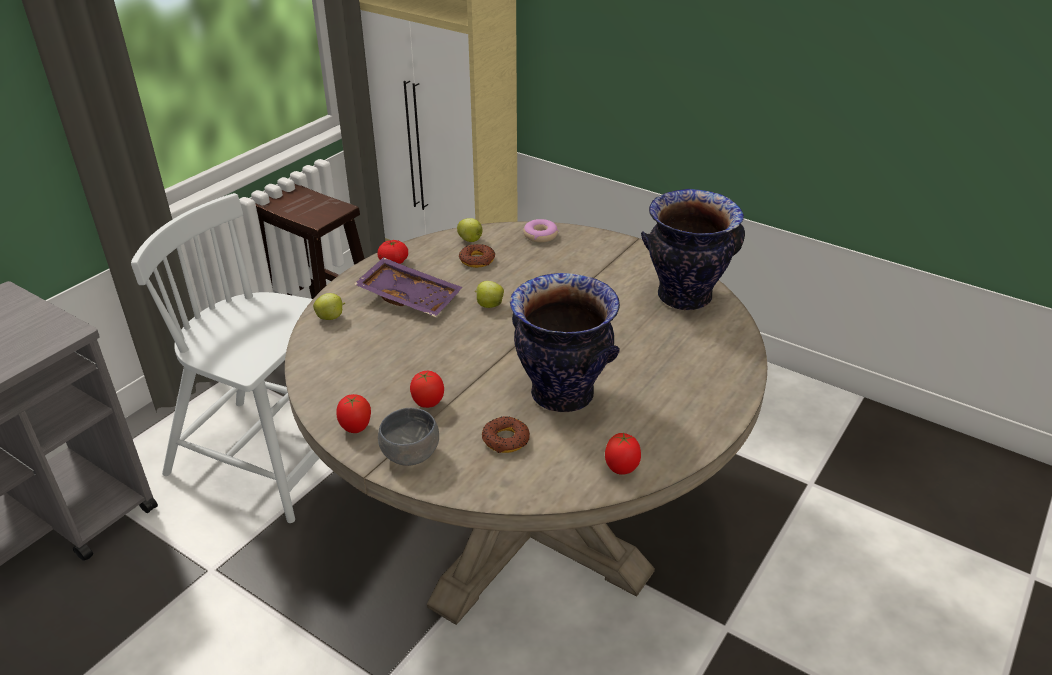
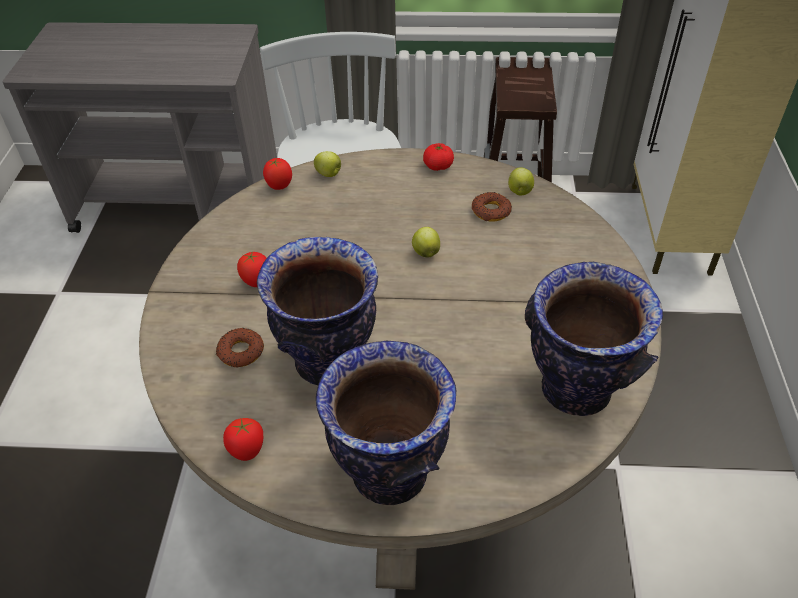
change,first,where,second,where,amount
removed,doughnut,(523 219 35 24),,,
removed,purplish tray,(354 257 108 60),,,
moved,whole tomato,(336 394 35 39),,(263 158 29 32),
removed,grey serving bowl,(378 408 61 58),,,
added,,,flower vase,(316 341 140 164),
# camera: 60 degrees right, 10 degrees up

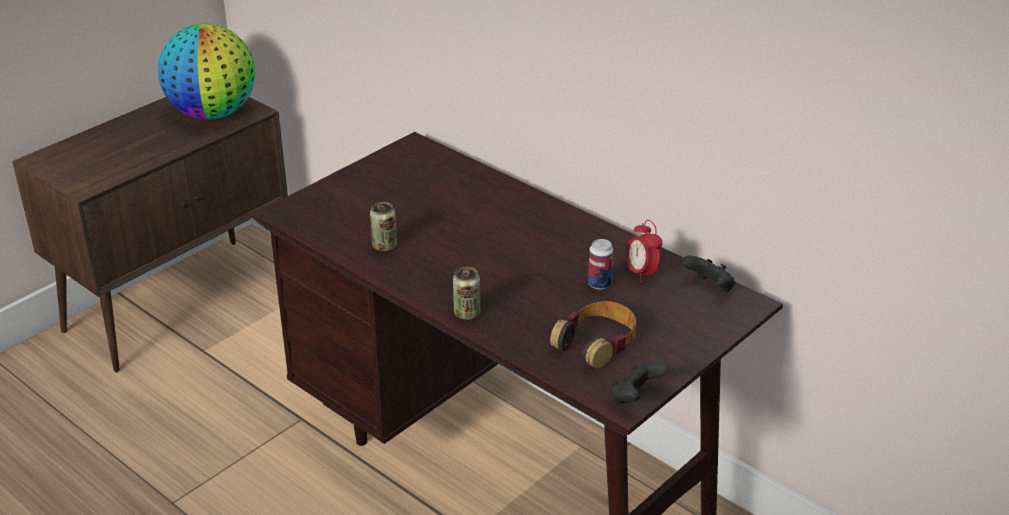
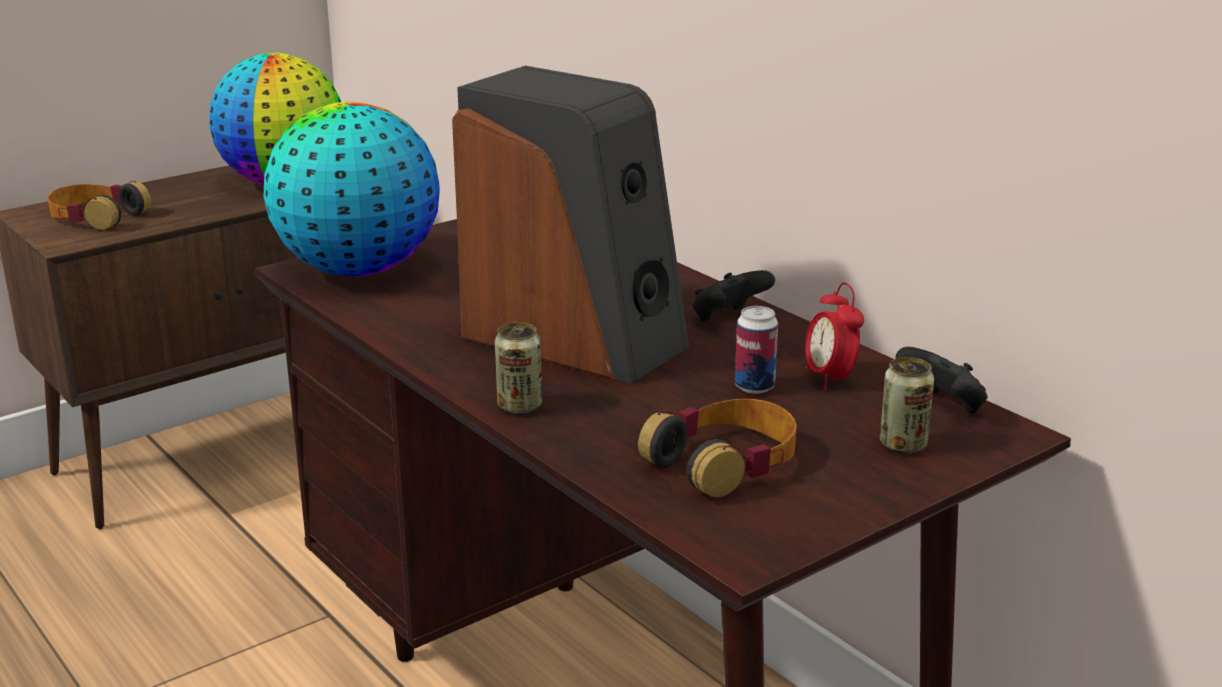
change,first,where,second,where,amount
moved,can,(370 202 27 49),,(880 357 54 97),
moved,black game controller,(611 362 58 42),,(693 270 82 52),
added,,,loudspeaker,(452 66 237 318),
added,,,world globe,(264 102 176 174),
added,,,pair of headphones,(47 181 104 50),
# camera: 10 degrees right, 10 degrees down

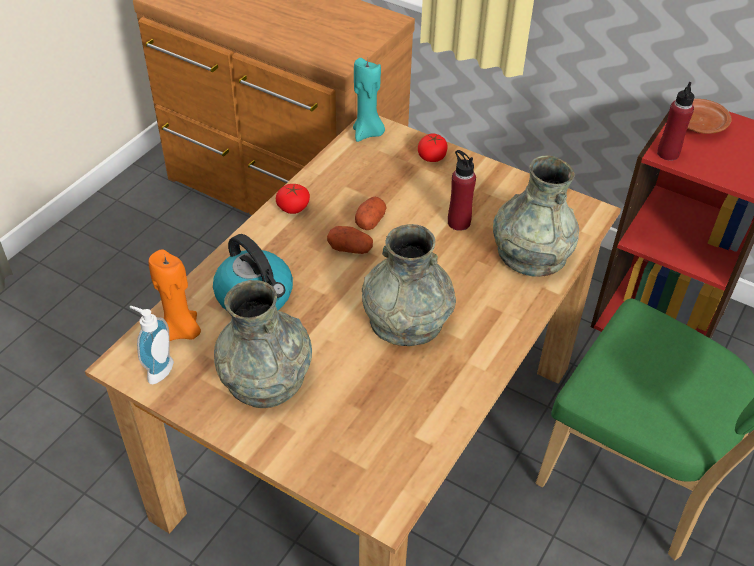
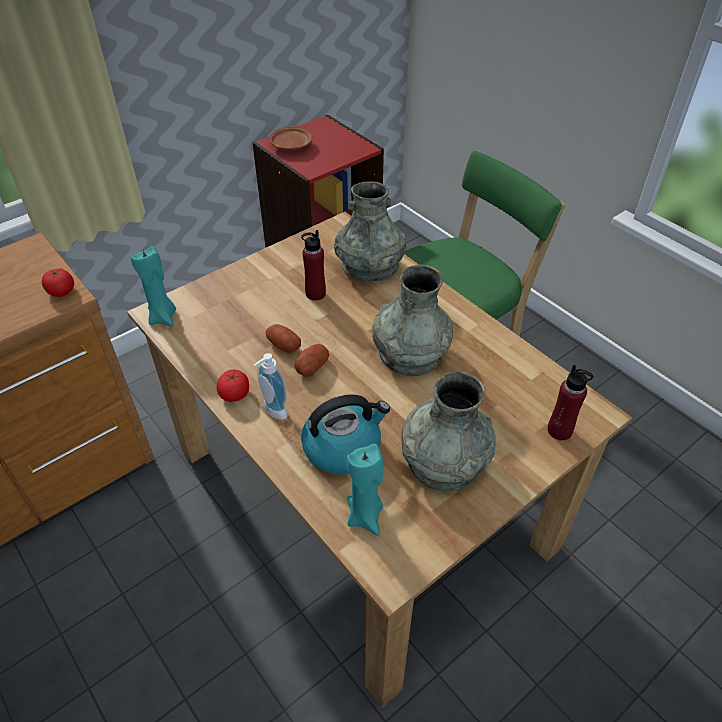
change,first,where,second,where,amount
moved,red-coloured beverage bottle,(657 82 37 79),,(548 365 45 75),
moved,whole tomato,(418 133 30 29),,(42 268 32 29),
recoloured,orange-coloured wax light,(148 249 53 92),blue-green wax light,(347 444 36 92),
moved,soap bottle,(130 306 44 78),,(254 353 33 67),
# camera: 70 degrees left, 0 degrees up

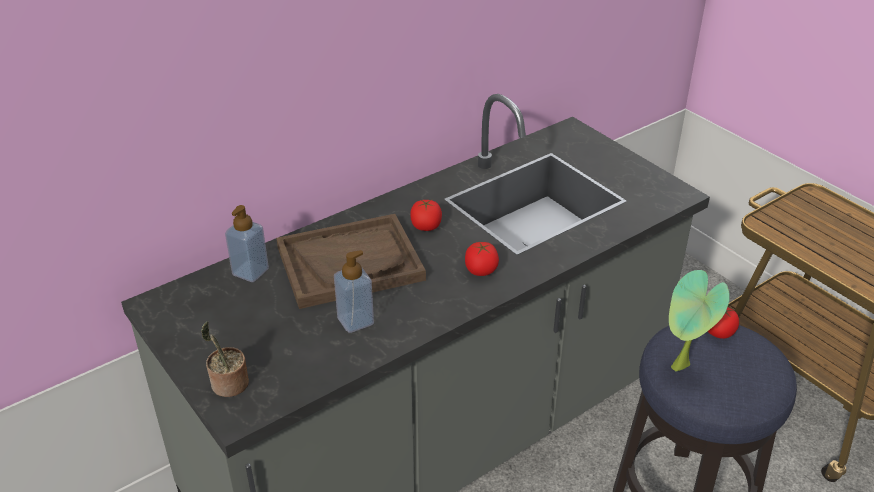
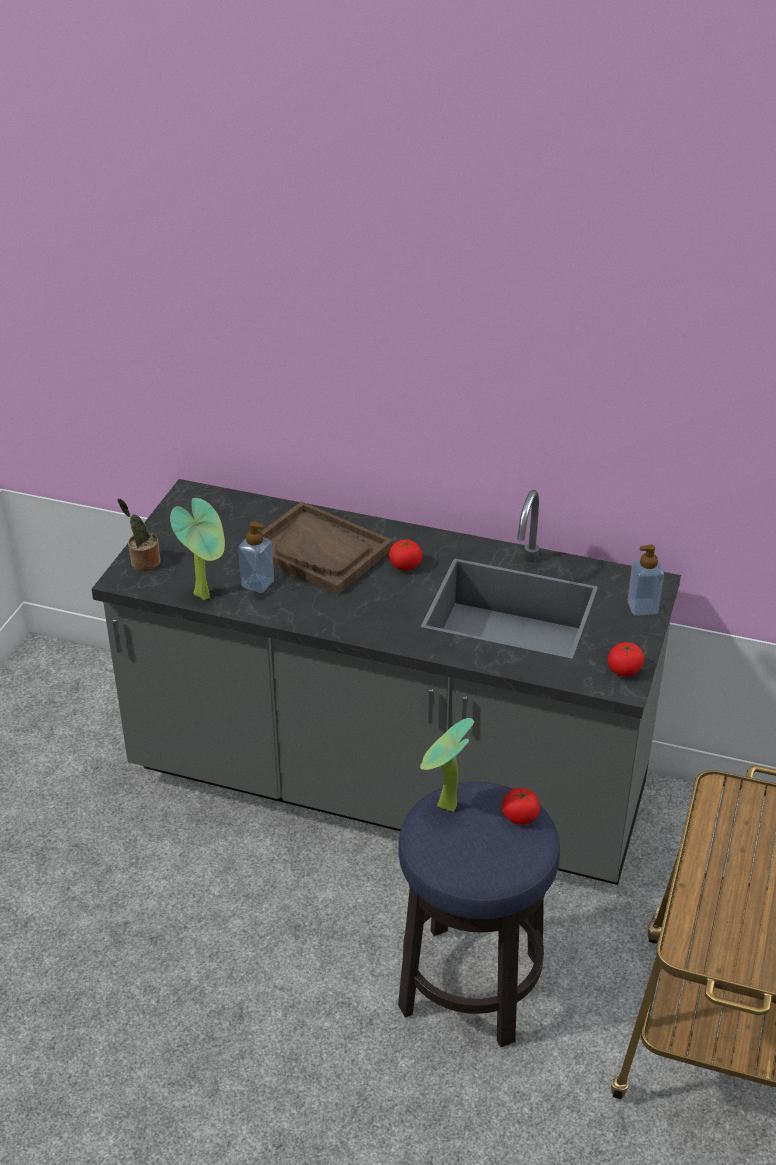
change,first,where,second,where,amount
moved,soap bottle,(225 205 44 77),,(627 545 37 71),
moved,whole tomato,(465 242 34 34),,(607 642 37 34),
added,,,potted plant,(170 498 55 102),
# camera: 55 degrees right, 0 degrees up

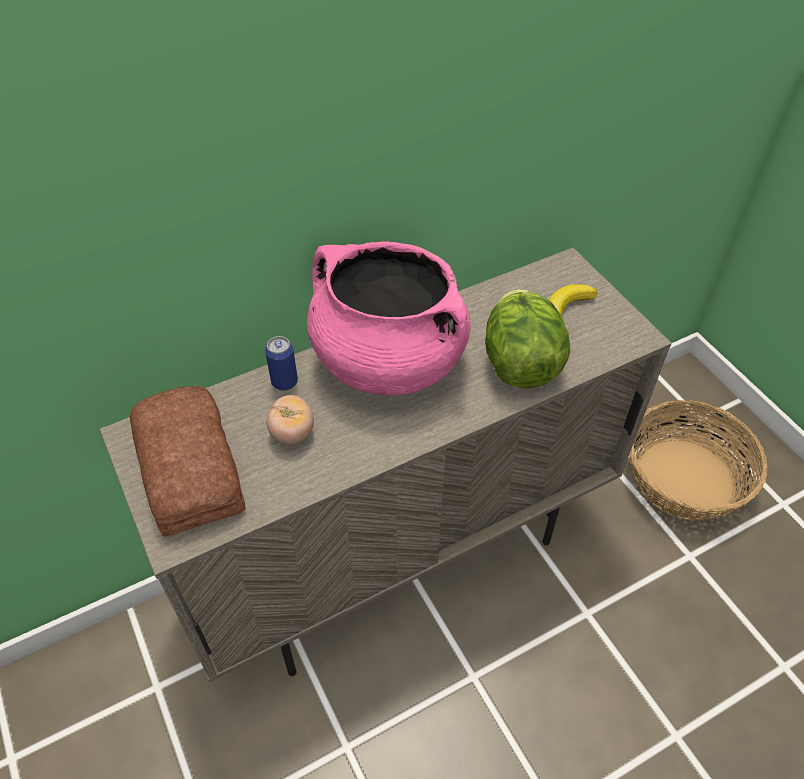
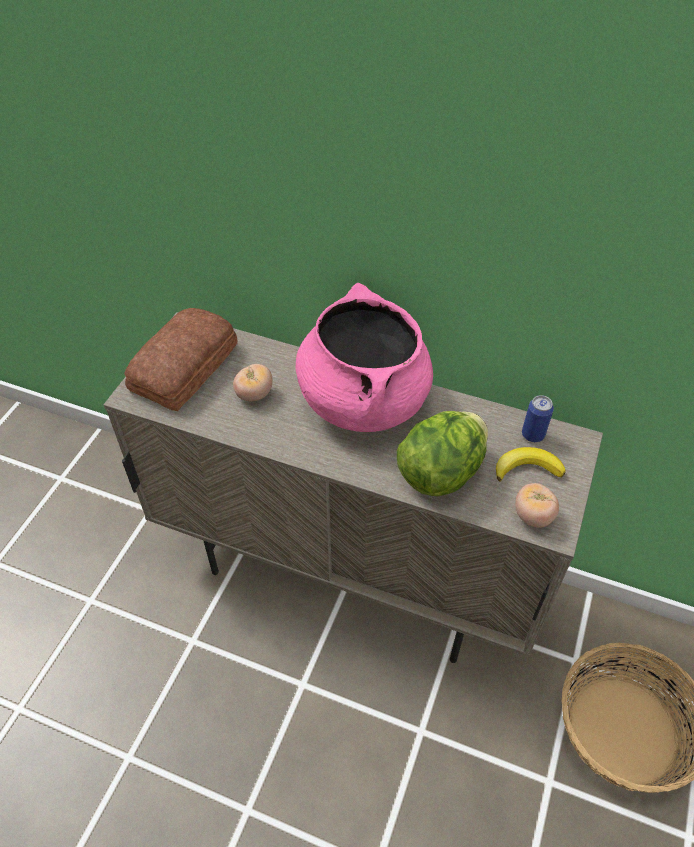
change,first,where,second,where,amount
moved,can,(265 336 33 55),,(522 395 32 47),
added,,,whole tomato,(515 483 44 45),
# camera: 50 degrees right, 0 degrees up

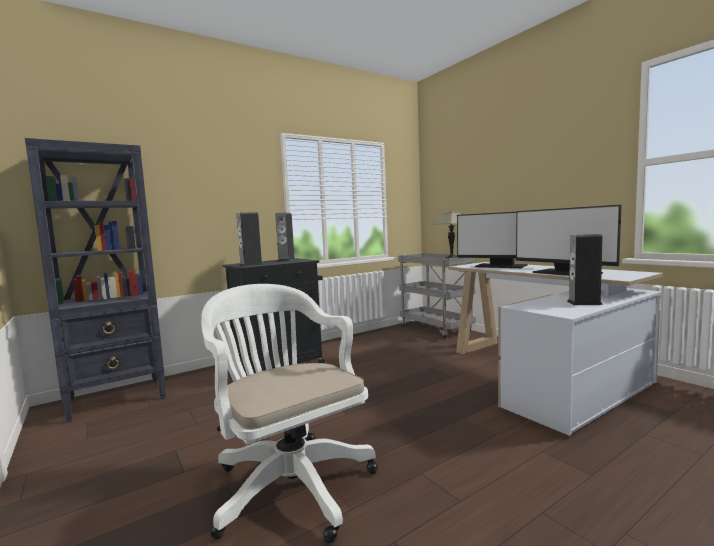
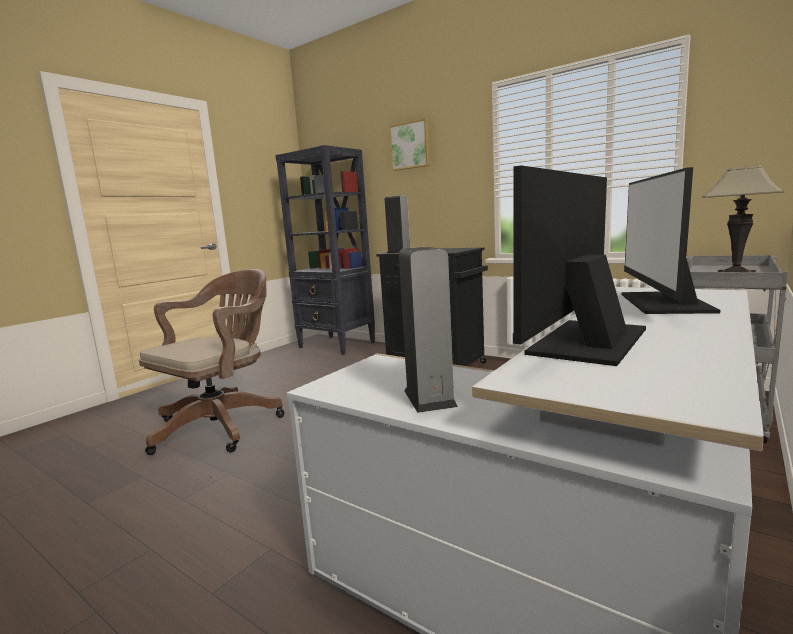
change,first,where,second,where,amount
removed,loudspeaker,(275 212 20 49),,,
recoloured,white-coloured desk chair,(201 284 177 259),brown-coloured desk chair,(139 269 146 186),
added,,,wall picture,(389 118 41 53),
# camera: 70 degrees right, 5 degrees up

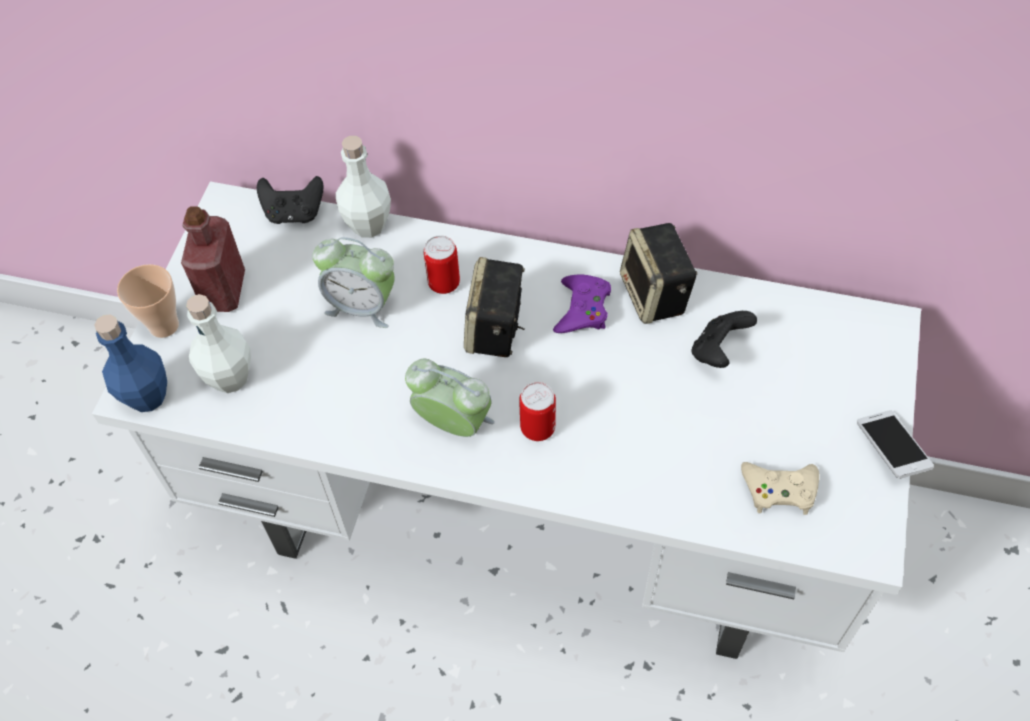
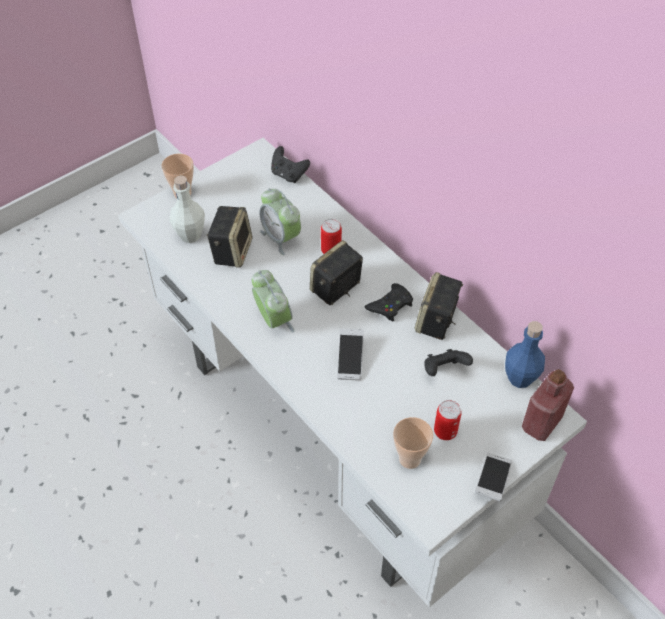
change,first,where,second,where,amount
removed,white-coloured beverage bottle,(336 136 55 102),,,
moved,red-coloured beverage bottle,(181 206 64 106),,(522 369 52 72),
recoloured,purplish game controller,(553 275 58 58),black game controller,(365 283 48 39),
moved,blue beverage bottle,(95 314 72 98),,(505 321 40 67),
moved,can,(519 382 37 59),,(434 400 28 40),
replaced,sand-coloured game controller,(741 462 78 53),drinking cup,(393 417 40 52),
added,,,loudspeaker,(207 206 46 62),
added,,,telephone,(337 328 27 52),
# camera: 35 degrees right, 5 degrees down

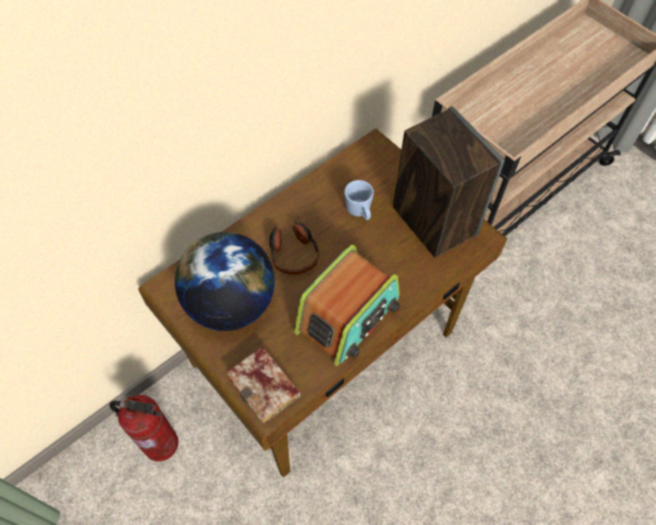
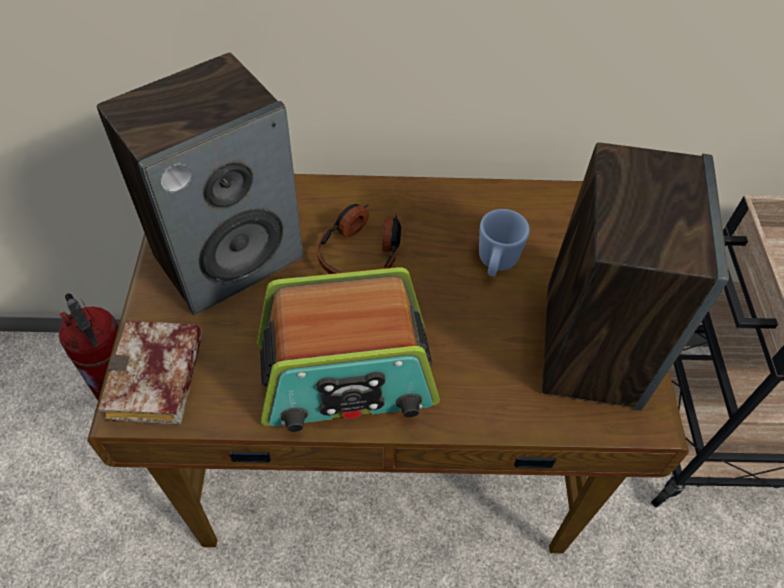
change,first,where,second,where,amount
replaced,world globe,(175 232 100 99),loudspeaker,(97 53 206 262),
# camera: 40 degrees right, 5 degrees down

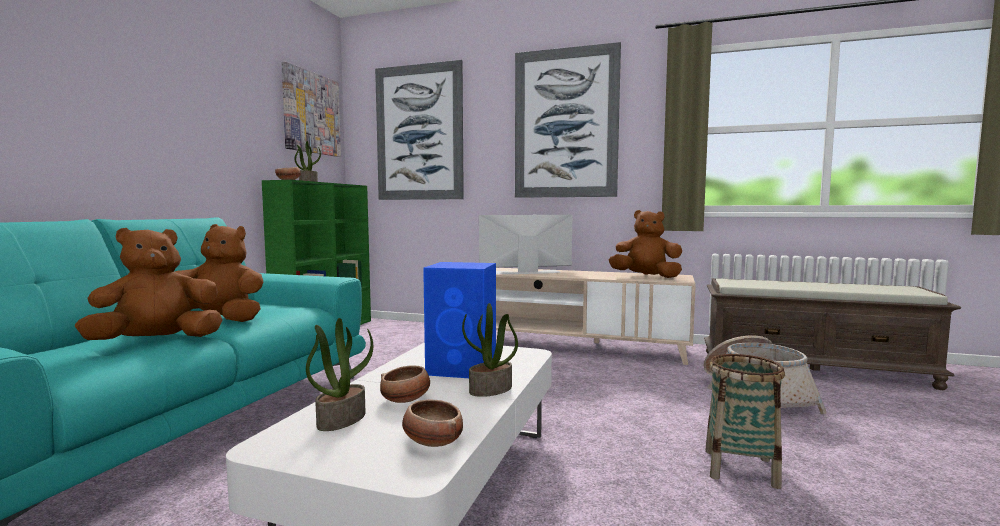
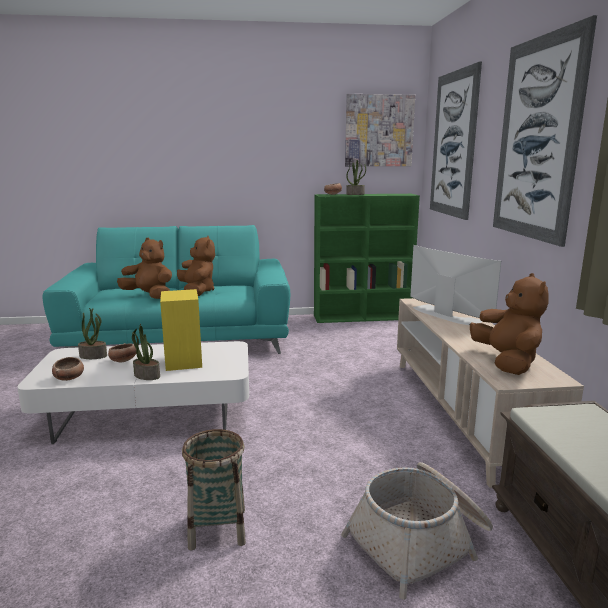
change,first,where,second,where,amount
recoloured,blue loudspeaker,(423 262 73 116),yellow loudspeaker,(160 289 42 82),
# camera: 65 degrees right, 10 degrees up

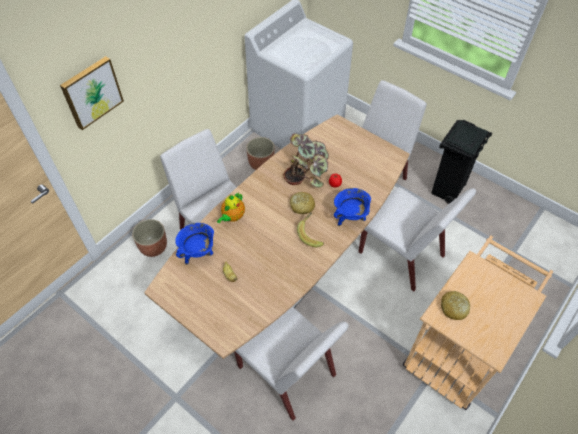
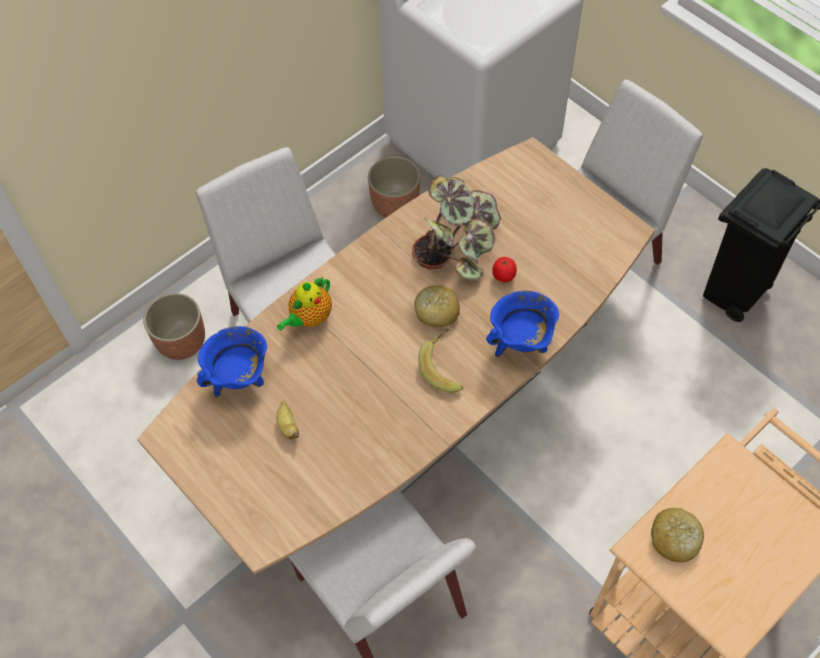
change,first,where,second,where,amount
removed,wall picture,(60 56 64 74),,,
removed,white-coloured upright chair,(358 187 118 105),,,
# camera: 10 degrees right, 5 degrees up

